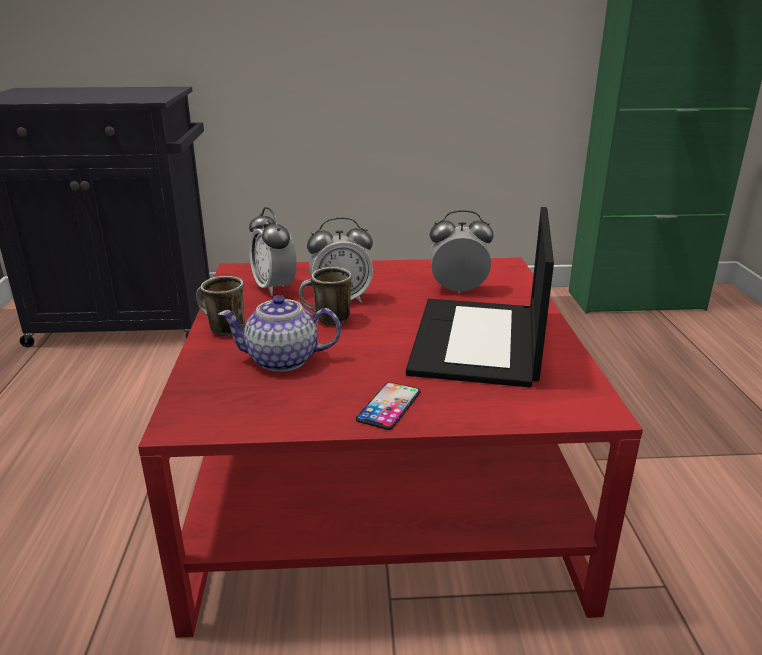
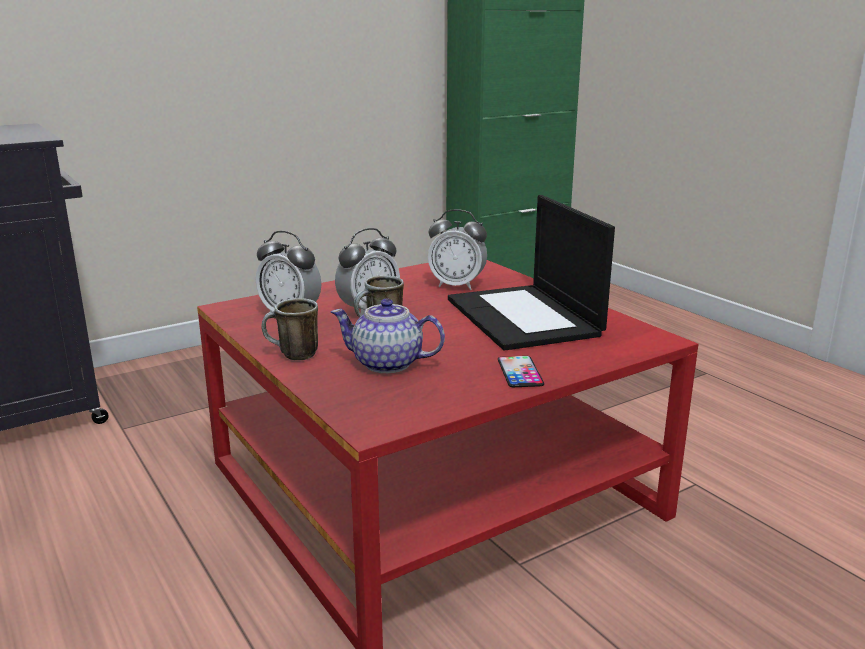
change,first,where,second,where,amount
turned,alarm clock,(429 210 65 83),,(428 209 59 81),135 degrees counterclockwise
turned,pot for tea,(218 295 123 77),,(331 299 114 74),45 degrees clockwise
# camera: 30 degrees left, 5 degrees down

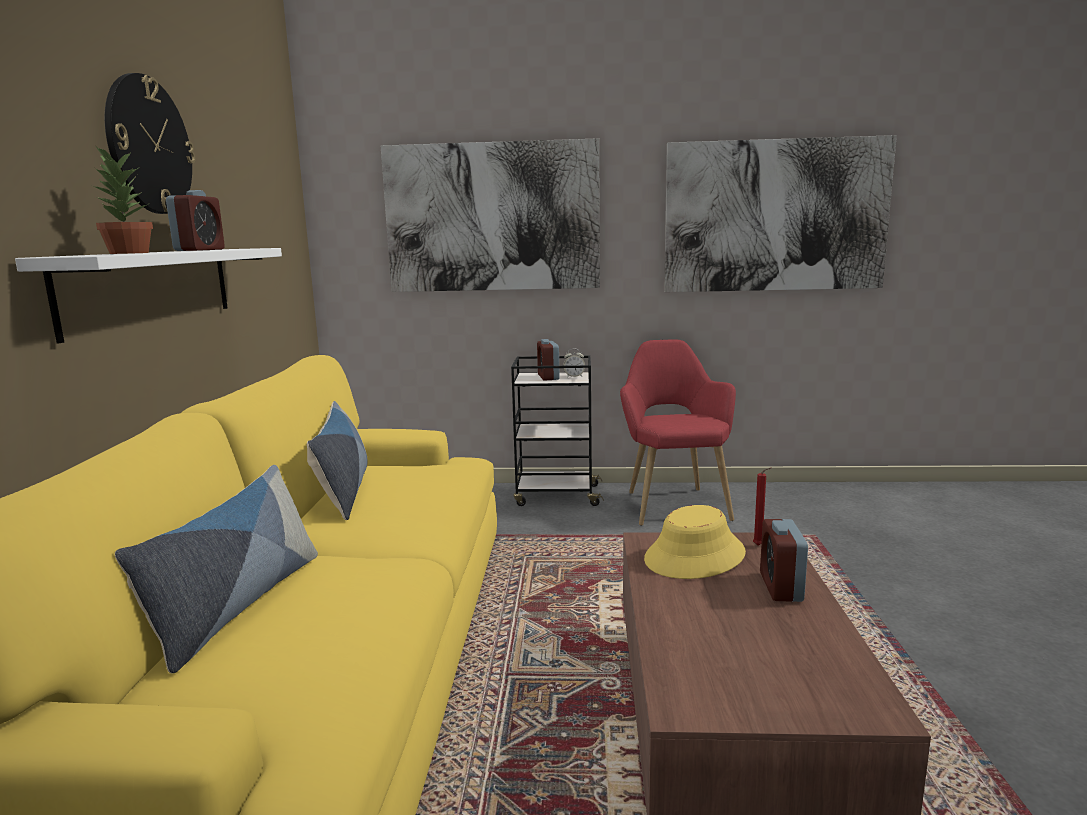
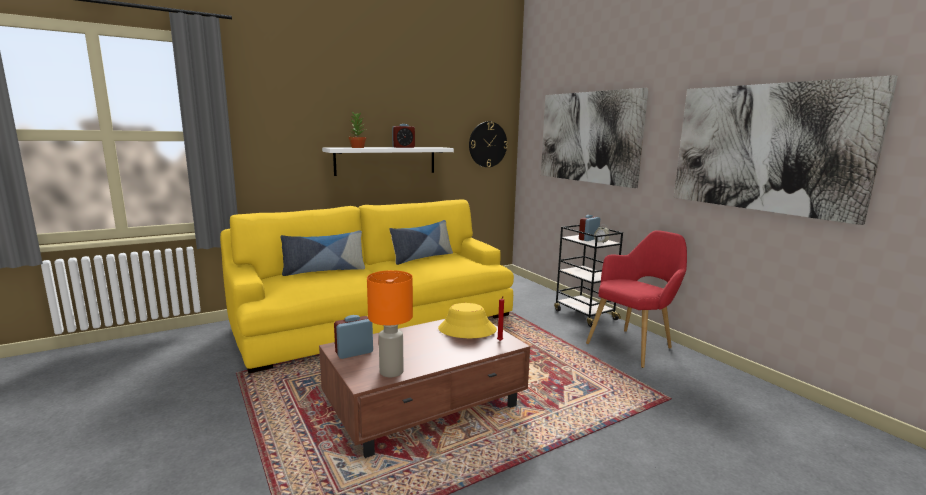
change,first,where,second,where,amount
moved,hanging clock,(105 73 90 141),,(469 122 39 45),
moved,alarm clock,(760 519 48 83),,(334 315 39 44),
added,,,orange-coloured tabletop lamp,(367 270 46 107),
# camera: 55 degrees right, 0 degrees up

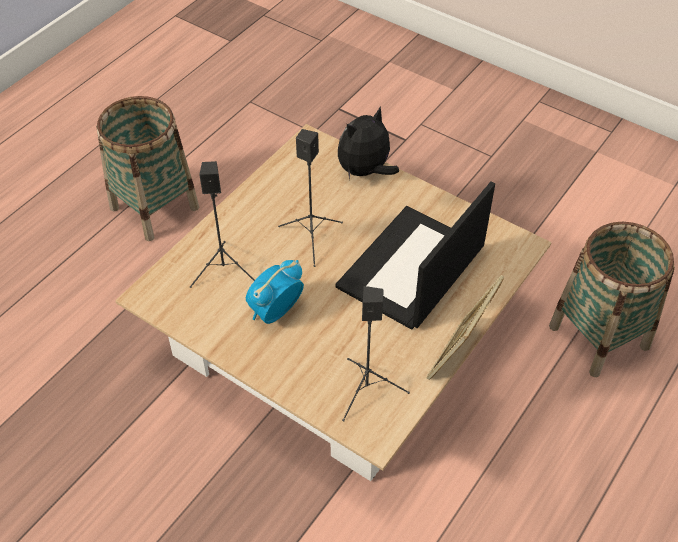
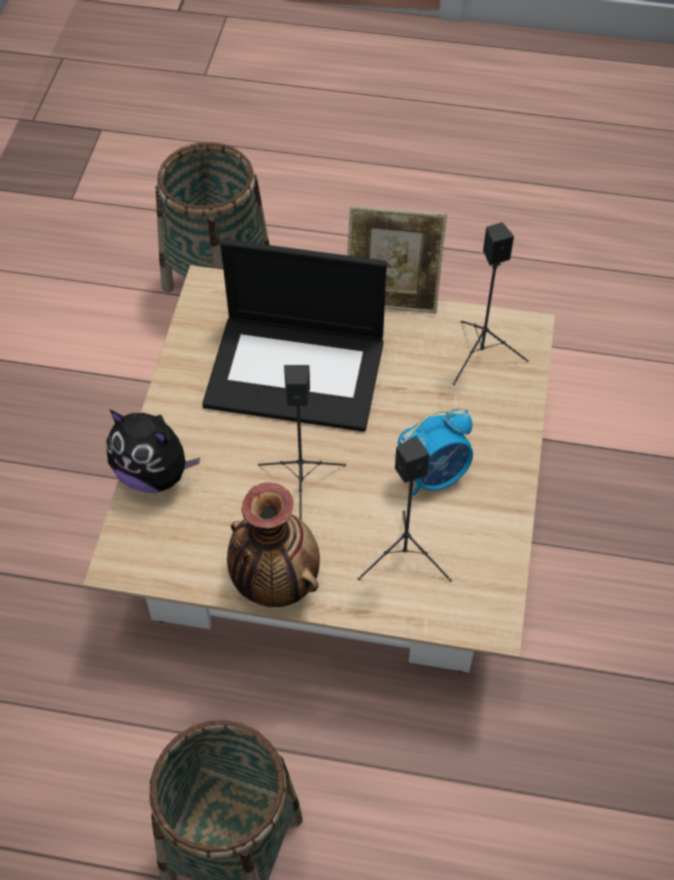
change,first,where,second,where,amount
turned,alarm clock,(246 260 58 64),,(398 409 75 87),45 degrees counterclockwise
added,,,flower vase,(227 482 93 125),
# camera: 115 degrees left, 5 degrees up

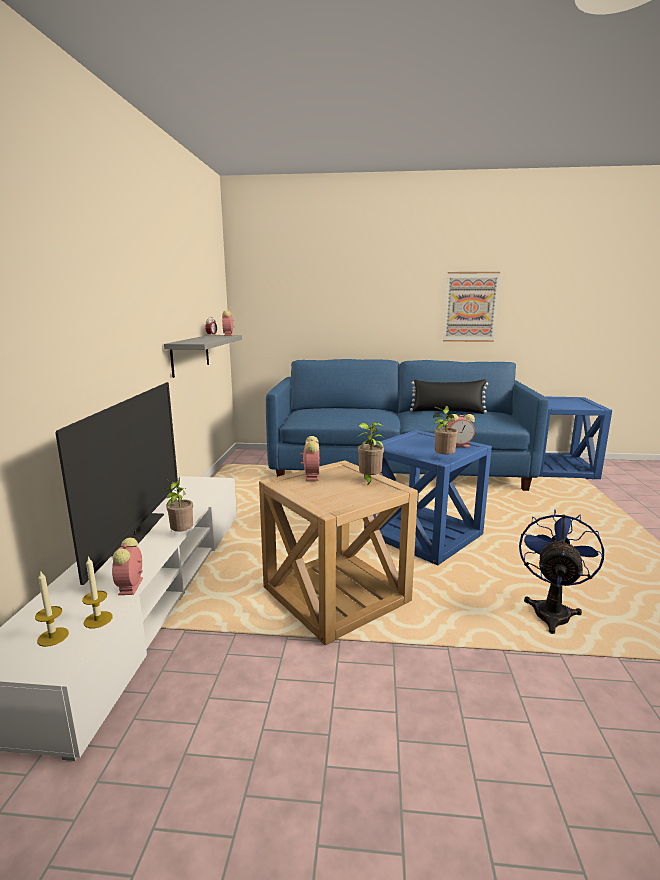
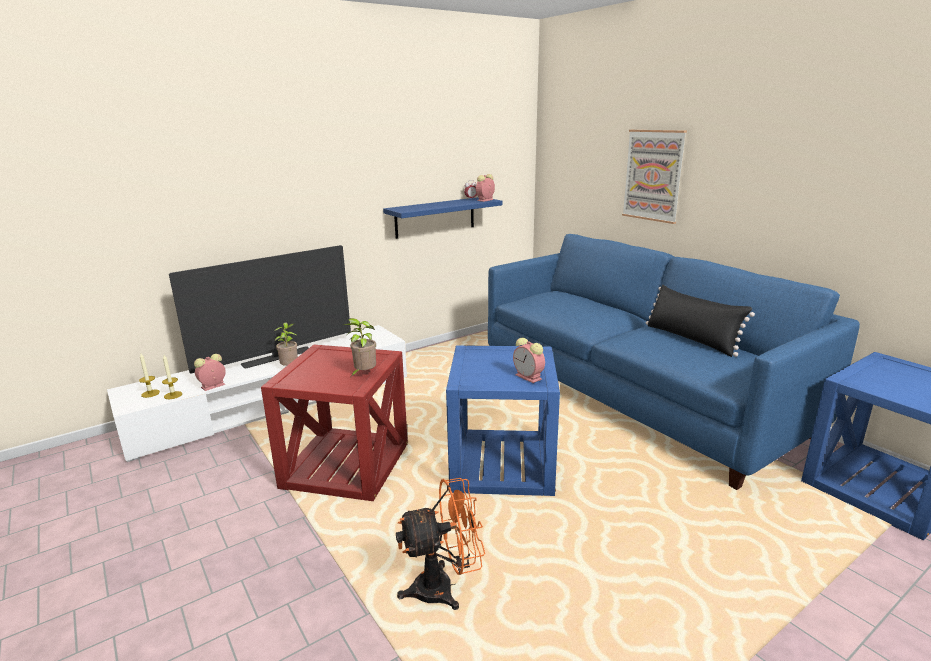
change,first,where,second,where,amount
moved,wall picture,(443 272 57 70),,(622 130 65 94),
recoloured,grey bracket shelf,(164 335 78 43),blue bracket shelf,(383 197 119 42),
removed,potted plant,(433 406 25 49),,,
removed,alarm clock,(301 436 19 45),,,
recoloured,sand-coloured accent table,(259 460 159 185),red-coloured accent table,(261 345 147 156),
recoloured,blue electric fan,(519 509 85 125),orange-coloured electric fan,(396 478 89 132),
# camera: 50 degrees right, 5 degrees up

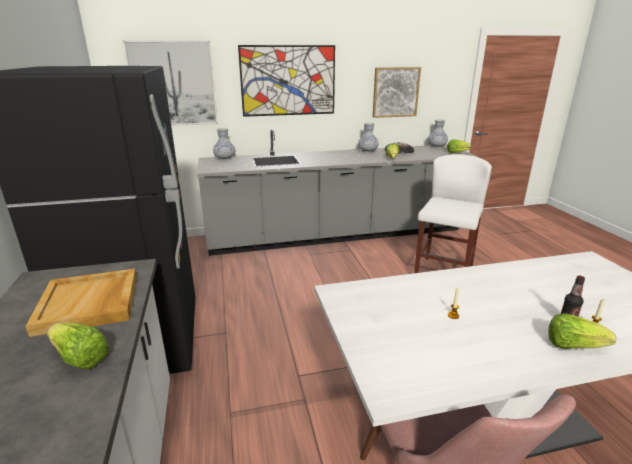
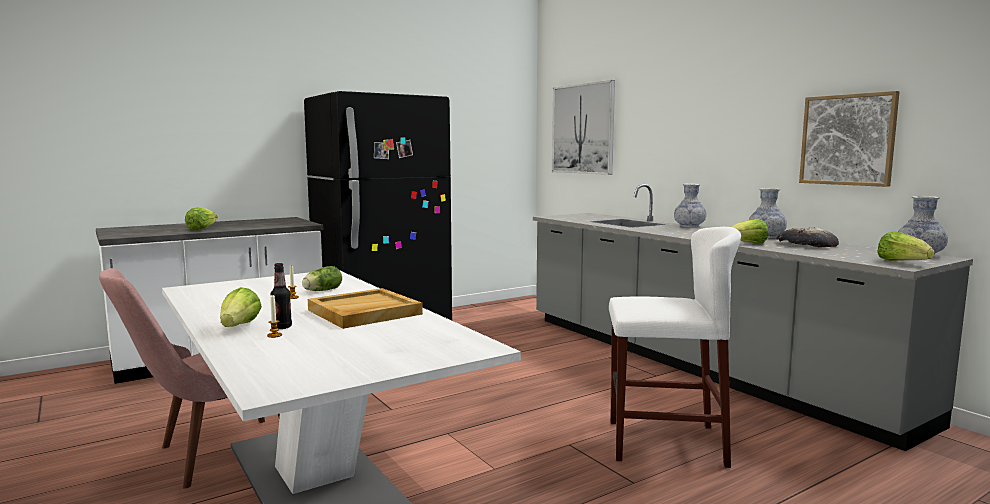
change,first,where,second,where,amount
removed,wall picture,(238 45 97 72),,,
moved,flower vase,(213 128 22 32),,(674 183 33 44),
moved,sand-coloured tray,(25 269 112 68),,(308 288 115 41),
added,,,lettuce head,(302 266 40 25),
# camera: 70 degrees right, 15 degrees down

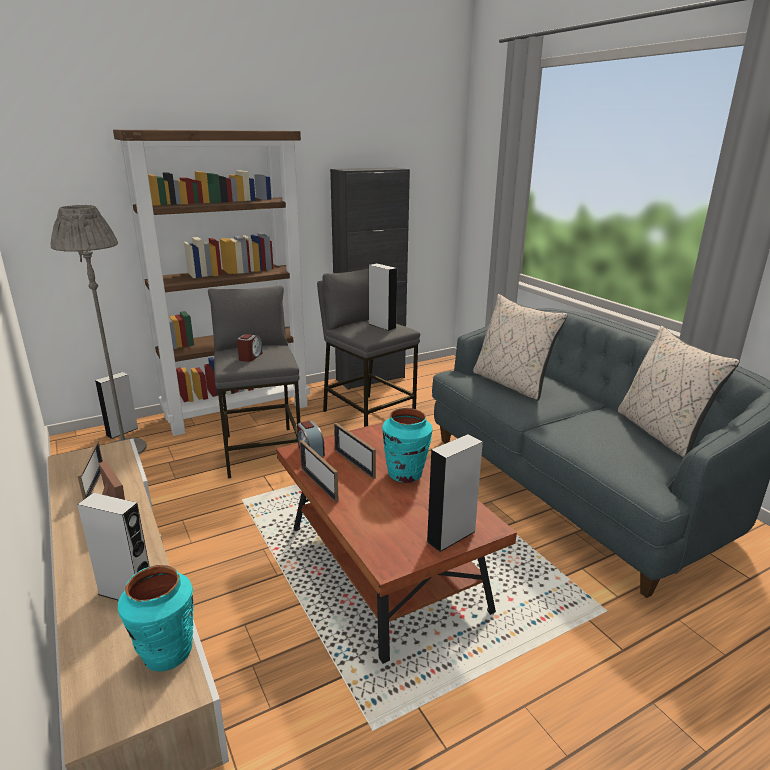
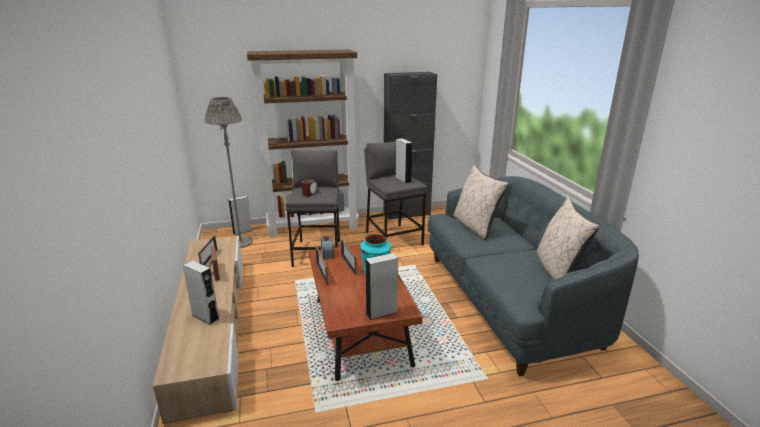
change,first,where,second,where,amount
removed,blue-green flower vase,(118 565 76 106),,,
# camera: 15 degrees right, 0 degrees up

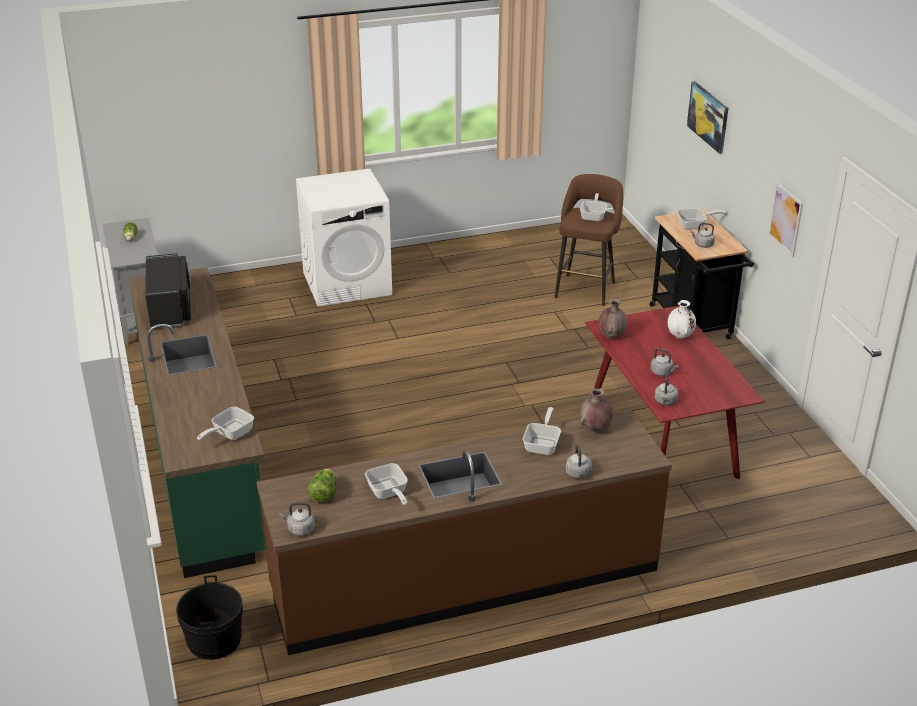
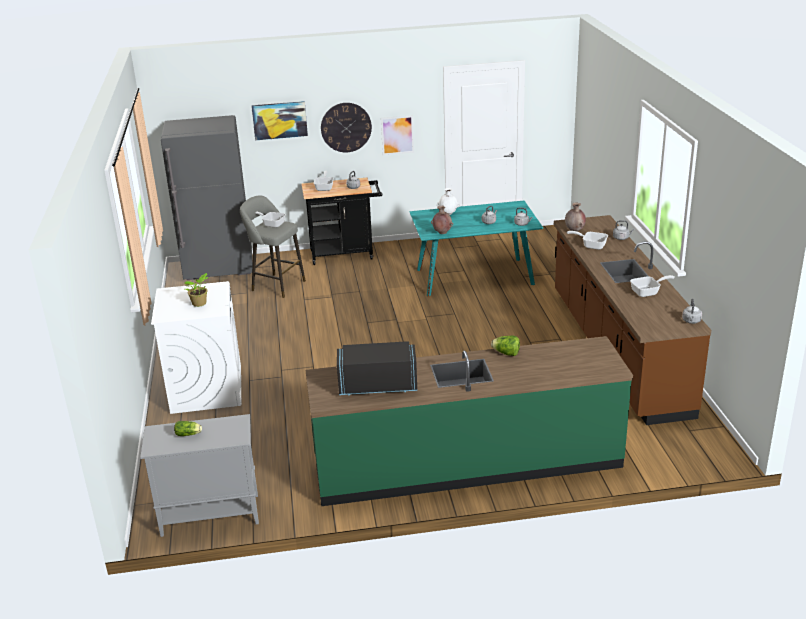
change,first,where,second,where,amount
recoloured,brown-coloured stool,(555 174 68 132),grey stool,(240 195 66 103),
recoloured,red-coloured kitchen table,(585 306 180 173),blue-green kitchen table,(409 201 134 95),
removed,skillet,(197 407 57 34),,,
moved,lettuce head,(307 469 29 34),,(491 335 29 21),
removed,black pail,(176 575 67 85),,,
added,,,hanging clock,(321 103 51 49),
added,,,grey kitchen fridge,(161 115 92 165),
added,,,potted plant,(184 273 24 34),
# camera: 80 degrees left, 5 degrees down

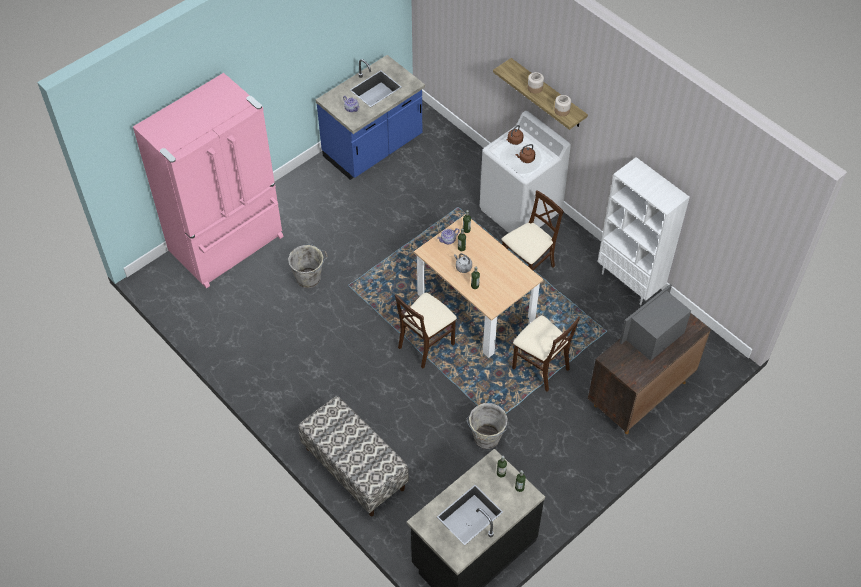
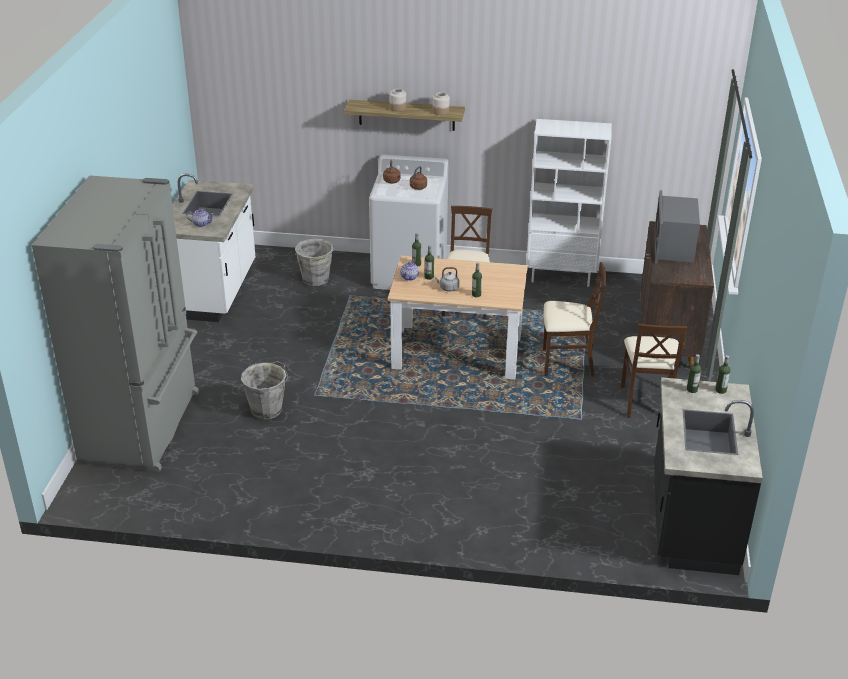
change,first,where,second,where,amount
recoloured,blue counter,(316 55 109 125),white-coloured counter,(172 174 83 148),
recoloured,pink-coloured kitchen fridge,(133 73 151 216),grey kitchen fridge,(32 176 167 296),
moved,sand-coloured upright chair,(395 293 62 75),,(621 323 66 95),
removed,bench,(298 396 111 120),,,
moved,grey pail,(466 403 42 46),,(295 239 40 47),
# camera: 40 degrees left, 20 degrees down

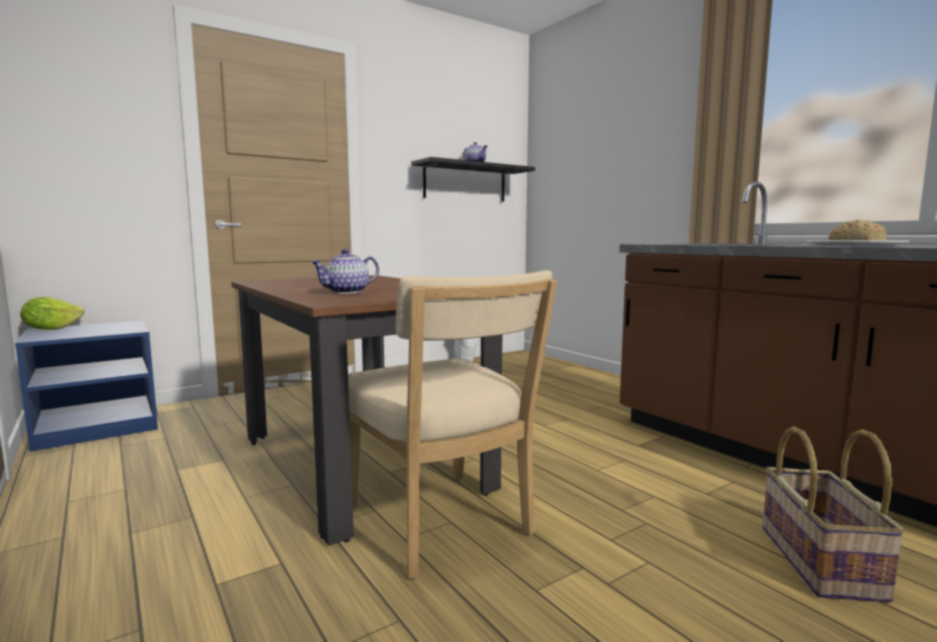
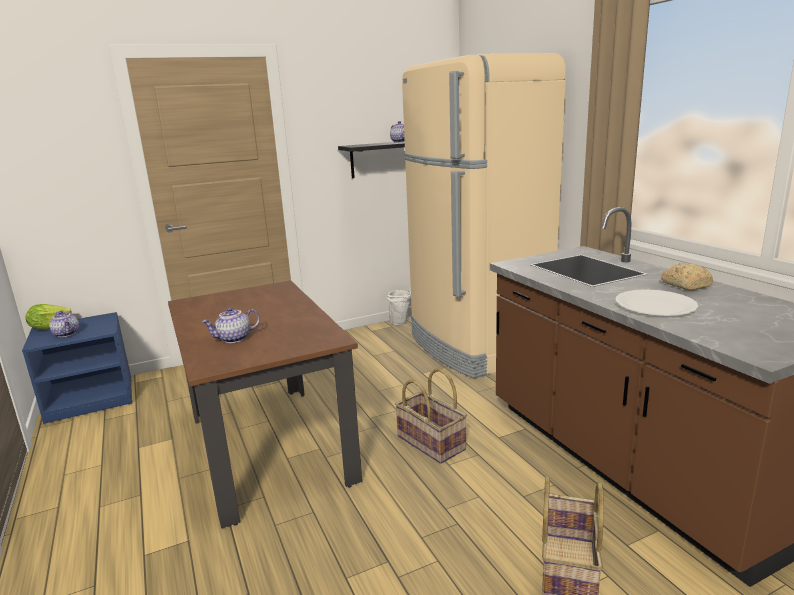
change,first,where,second,where,amount
removed,sand-coloured upright chair,(348 270 209 309),,,
added,,,sand-coloured kitchen fridge,(402 53 164 326),
added,,,pot for tea,(49 311 30 26),
added,,,household basket,(395 368 72 96),
# camera: 10 degrees right, 10 degrees up

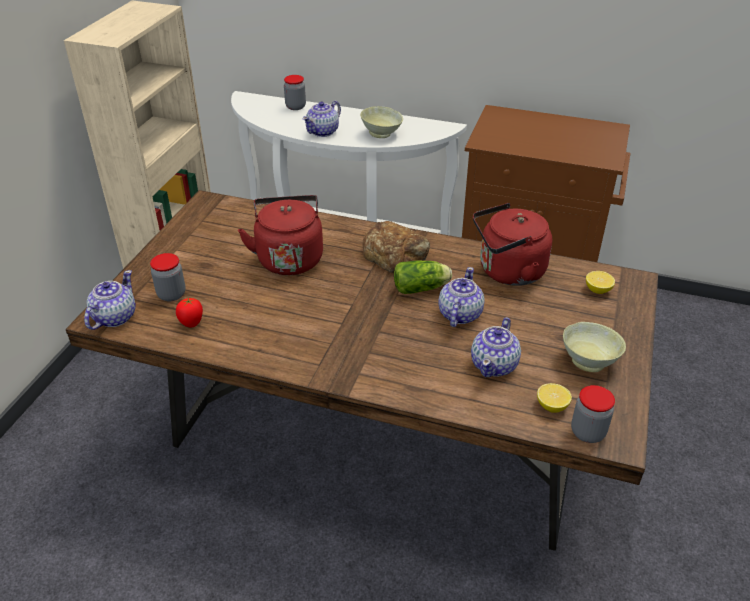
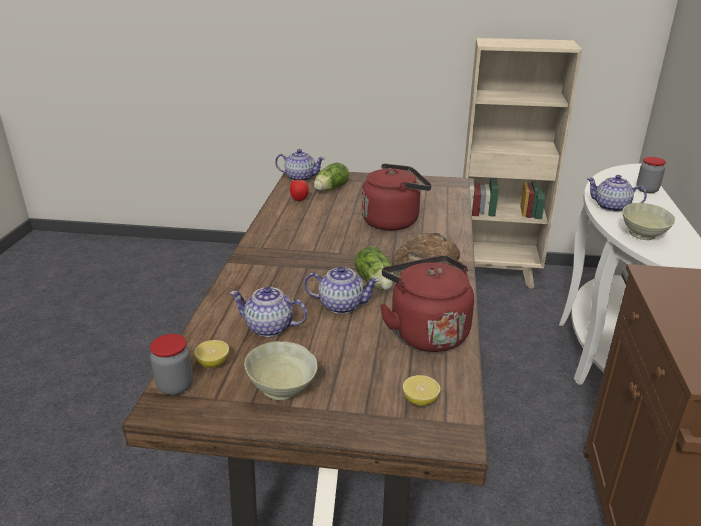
change,first,where,second,where,amount
replaced,preserve jar,(150 253 36 48),lettuce head,(314 162 35 29),
# camera: 80 degrees right, 10 degrees down

